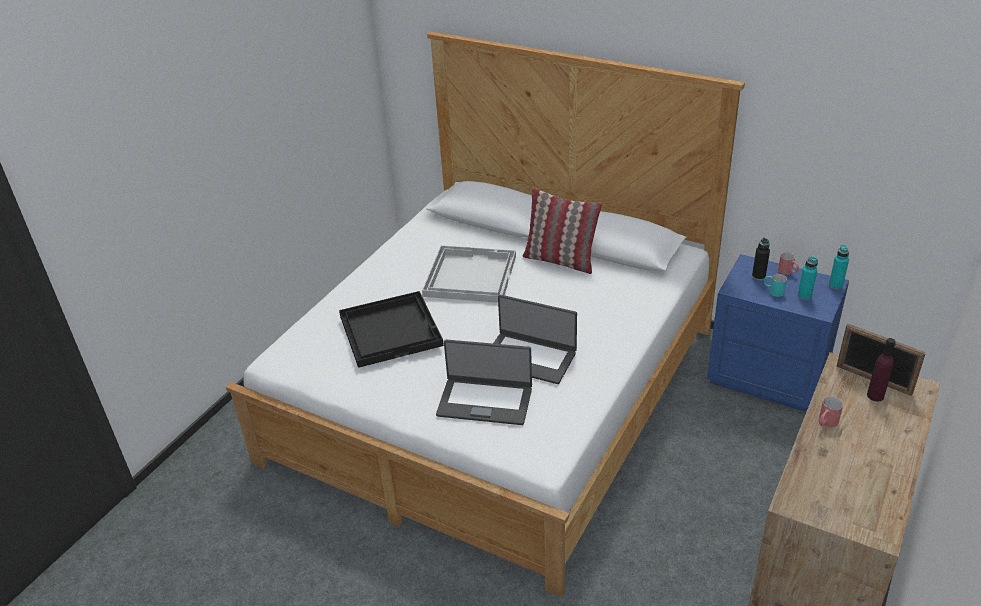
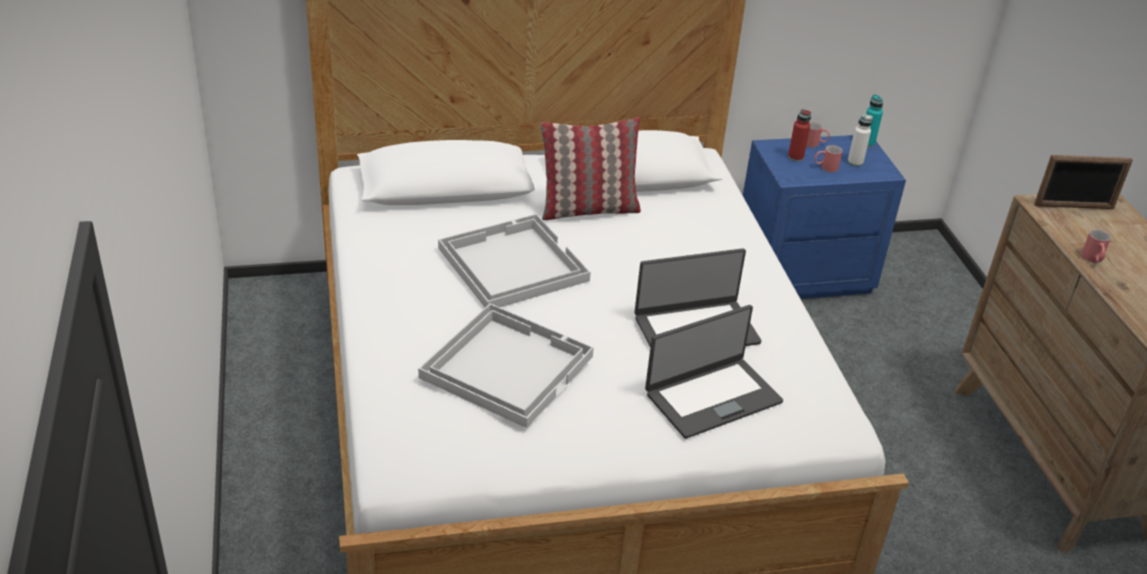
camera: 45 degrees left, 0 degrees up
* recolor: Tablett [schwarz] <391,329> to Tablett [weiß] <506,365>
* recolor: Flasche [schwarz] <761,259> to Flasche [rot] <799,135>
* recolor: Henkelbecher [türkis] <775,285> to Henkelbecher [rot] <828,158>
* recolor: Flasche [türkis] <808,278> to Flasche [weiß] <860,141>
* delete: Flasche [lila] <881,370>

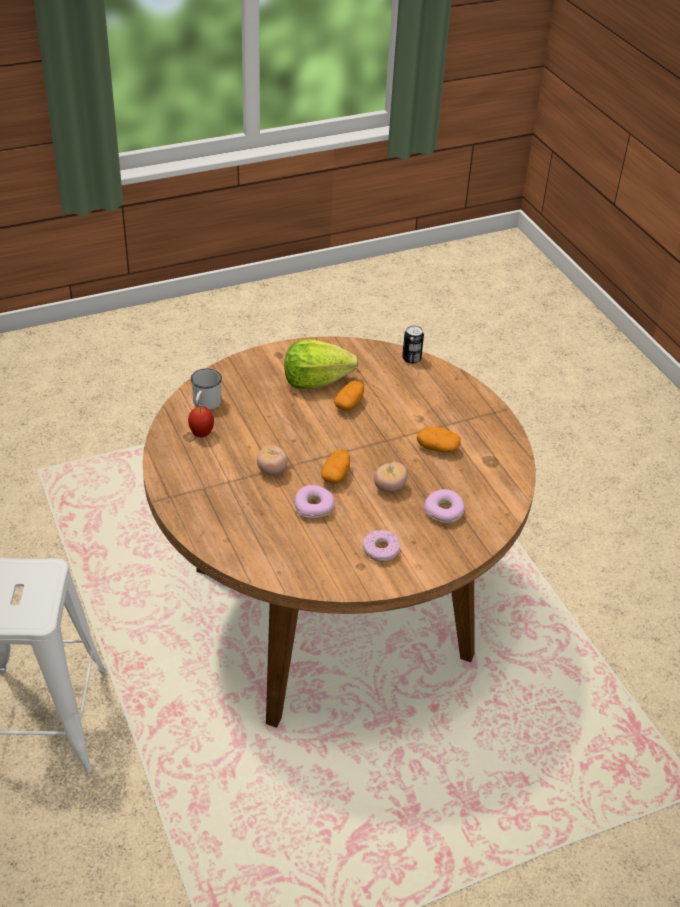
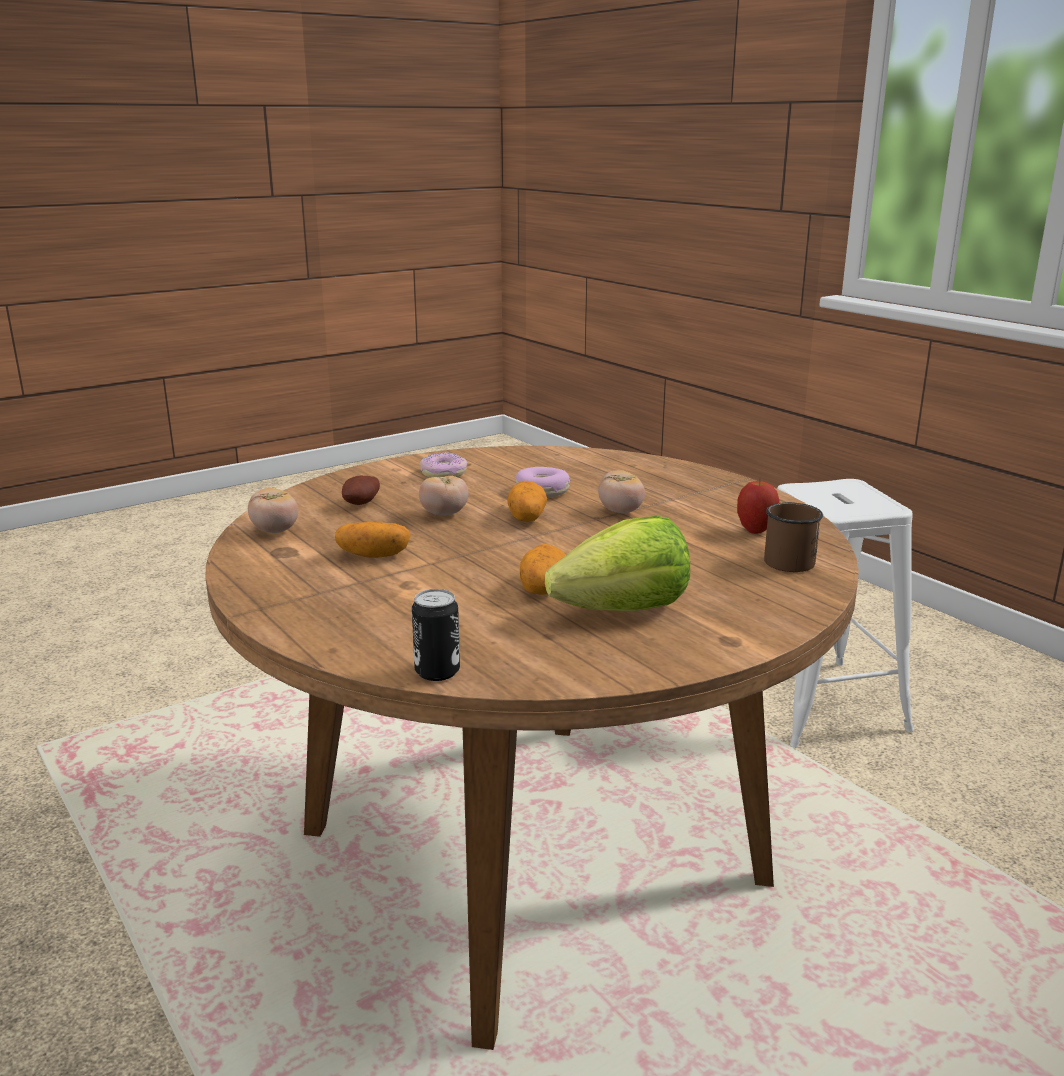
camera: 170 degrees right, 20 degrees down
* insert: Tomate <273,510>
* replace: Donut <444,506> to Kartoffel <361,490>
* recolor: Henkelbecher [weiß] <206,389> to Henkelbecher [braun] <793,537>

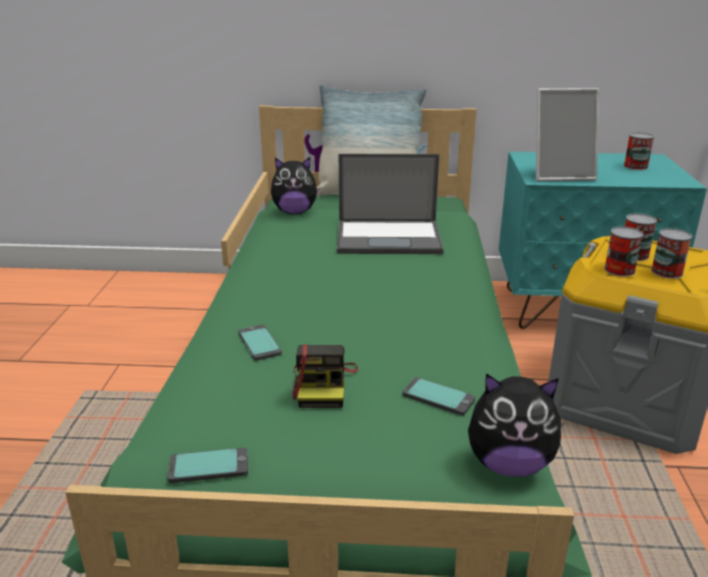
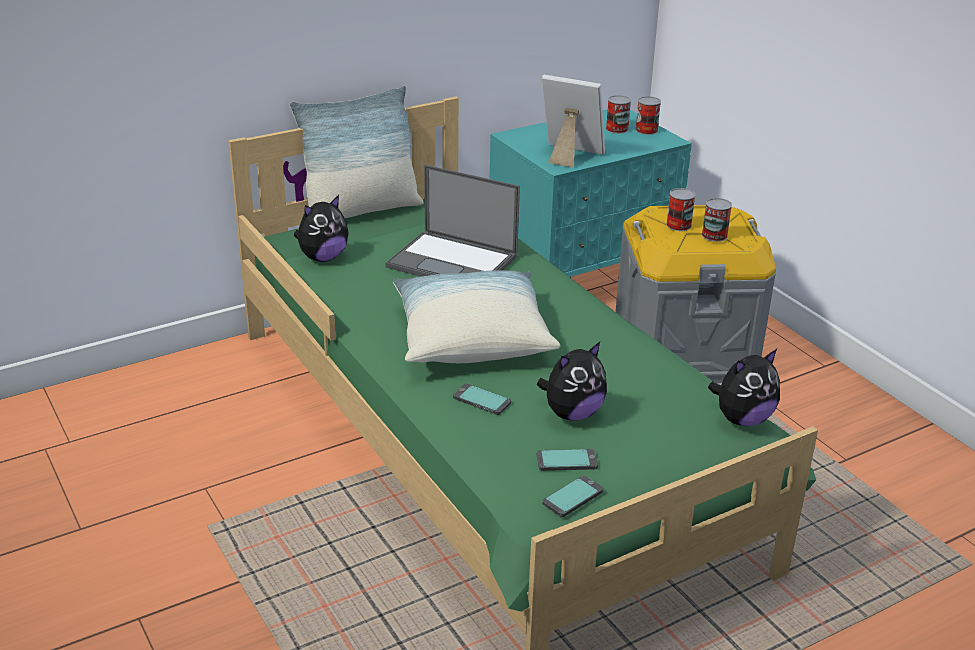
camera: 35 degrees left, 5 degrees up
* rotate: Laptop <390,204> = <452,221> 60 degrees clockwise
* insert: Kissen <476,316>
* replace: Kamera <325,376> to Plüschtier <572,381>
* move: Handy <438,396> to <567,460>
* rotate: Bilderrahmen <567,134> = <573,121> 120 degrees counterclockwise
* move: Dose <623,252> to <648,115>

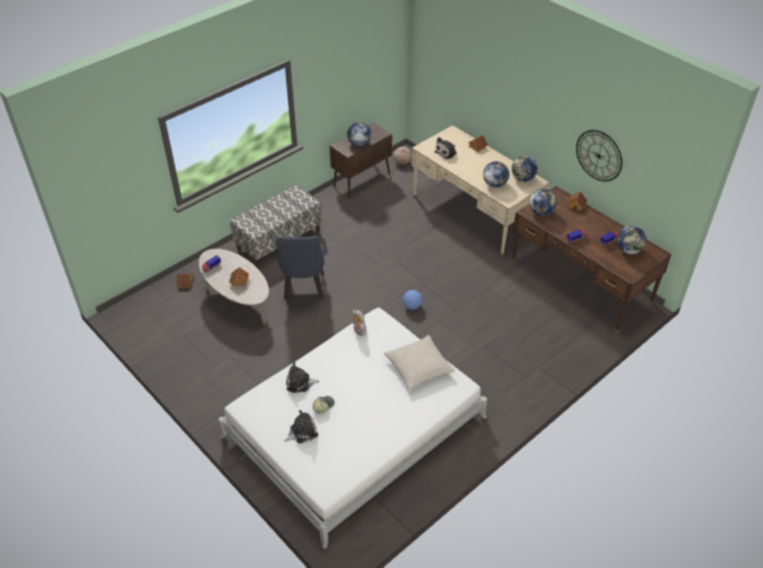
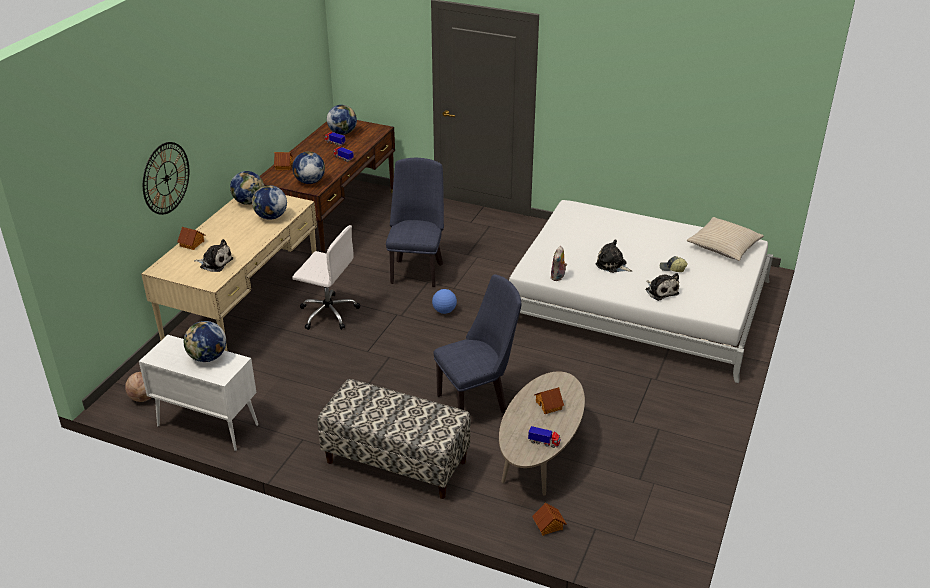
camera: 115 degrees left, 10 degrees down
* recolor: Schrank [braun] <360,160> to Schrank [weiß] <198,393>
* move: Wanduhr <599,156> to <166,178>
* insert: Bürostuhl [weiß] <326,277>
* insert: Stuhl [blau] <415,222>
* move: Plüschtier <301,426> to <614,256>
* move: Kissen [beige] <419,362> to <725,239>

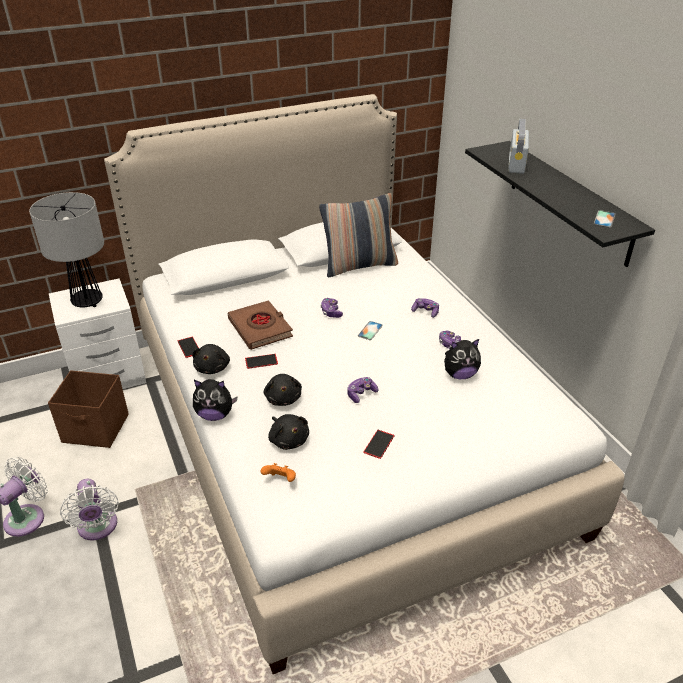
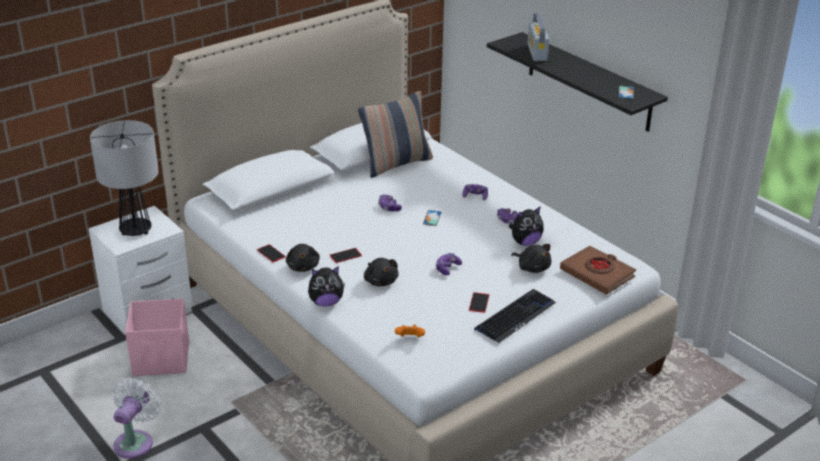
camera: 15 degrees left, 5 degrees down
* recolor: Aufbewahrungsbox [braun] <88,409> to Aufbewahrungsbox [rosa] <157,337>
* insert: Tastatur <515,316>
* move: Plüschtier [schwarz] <288,432> to <531,258>
* move: Buch [braun] <260,325> to <598,270>
* delete: Ventilator [weiß] <89,510>

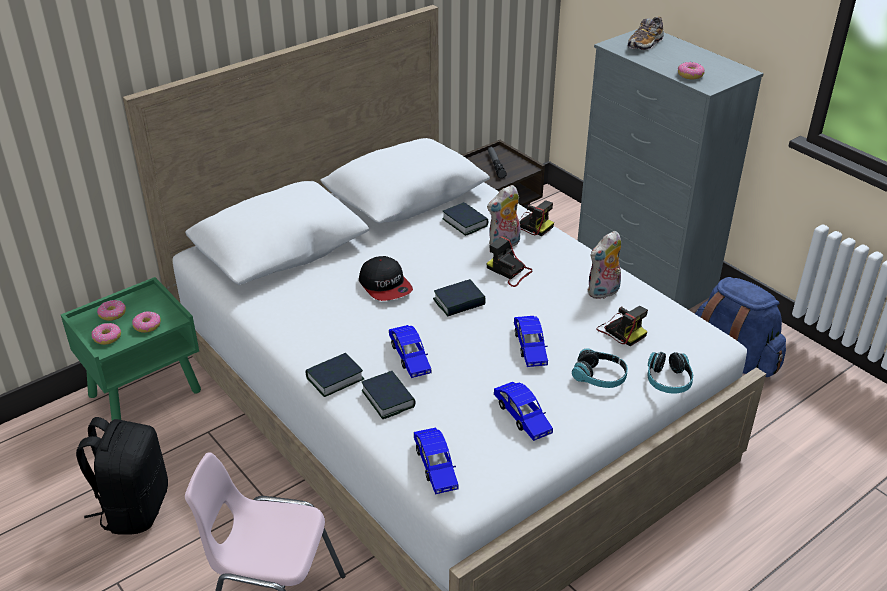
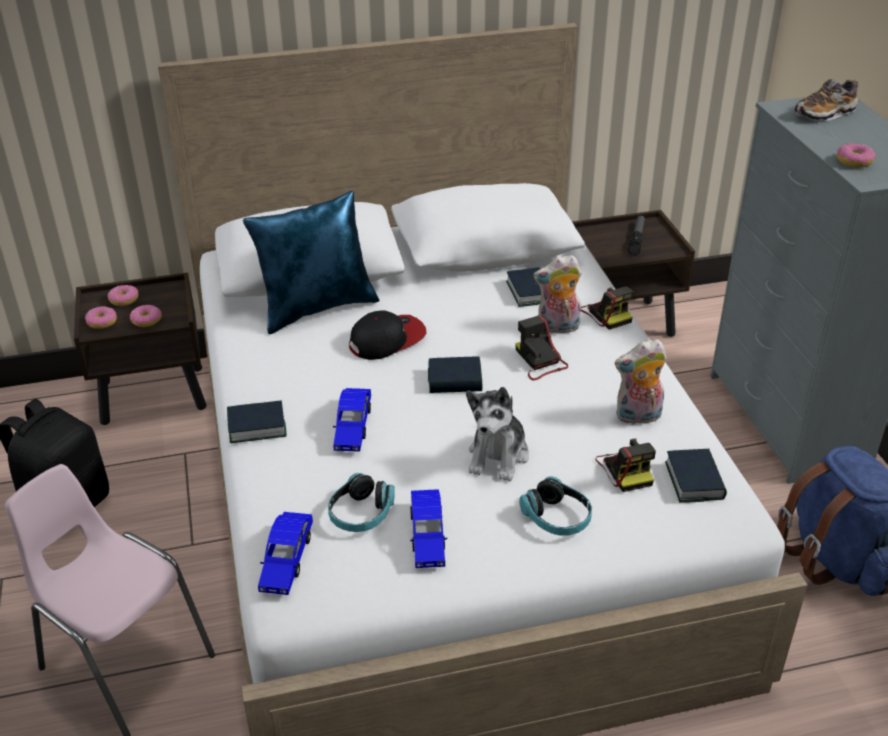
camera: 25 degrees right, 0 degrees up
* recolor: Nachttisch [grün] <131,348> to Nachttisch [braun] <140,349>
* insert: Kissen [blau] <311,262>
* move: Kopfhörer <670,373> to <361,502>
* rotate: Kappe <386,278> = <387,335> 120 degrees counterclockwise
* replace: Spielzeugauto [blau] <531,341> to Plüschtier <497,434>
* move: Buch <388,395> to <696,476>

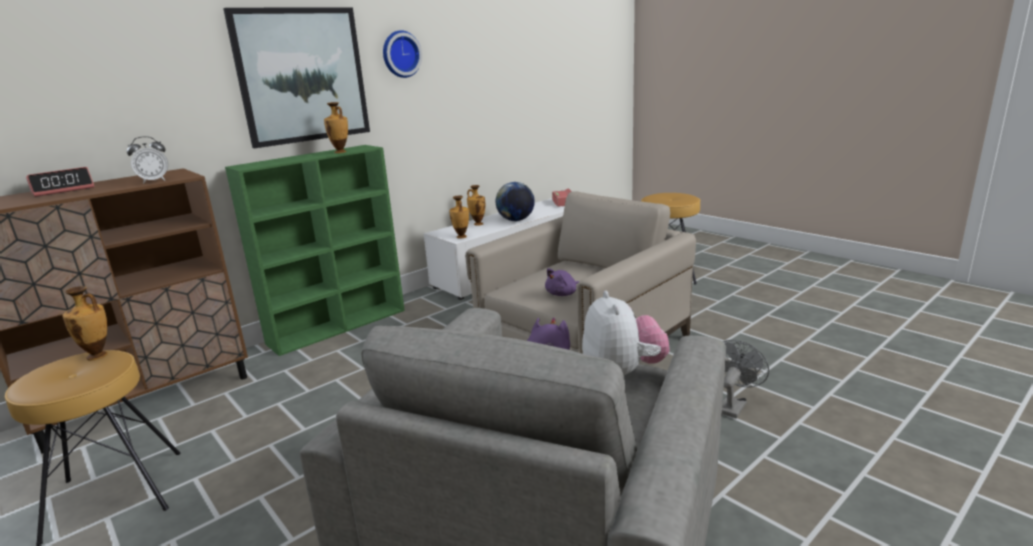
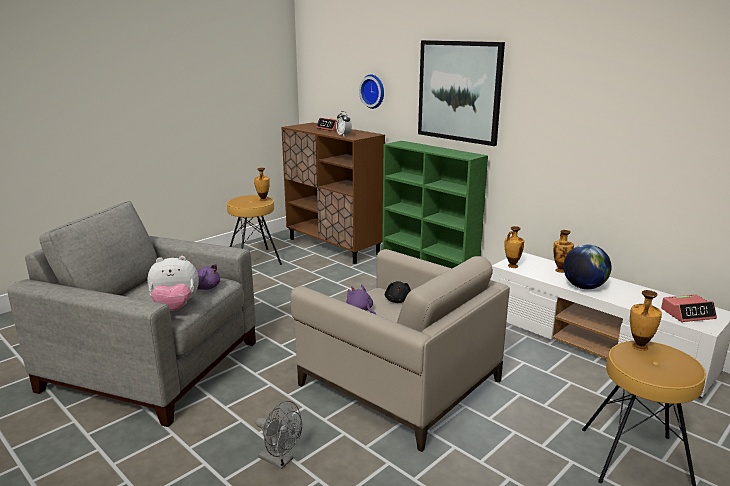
camera: 85 degrees right, 0 degrees up
* move: Wanduhr <402,54> to <371,92>
* insert: Plüschtier [schwarz] <398,292>
* move: Vase <336,127> to <646,320>

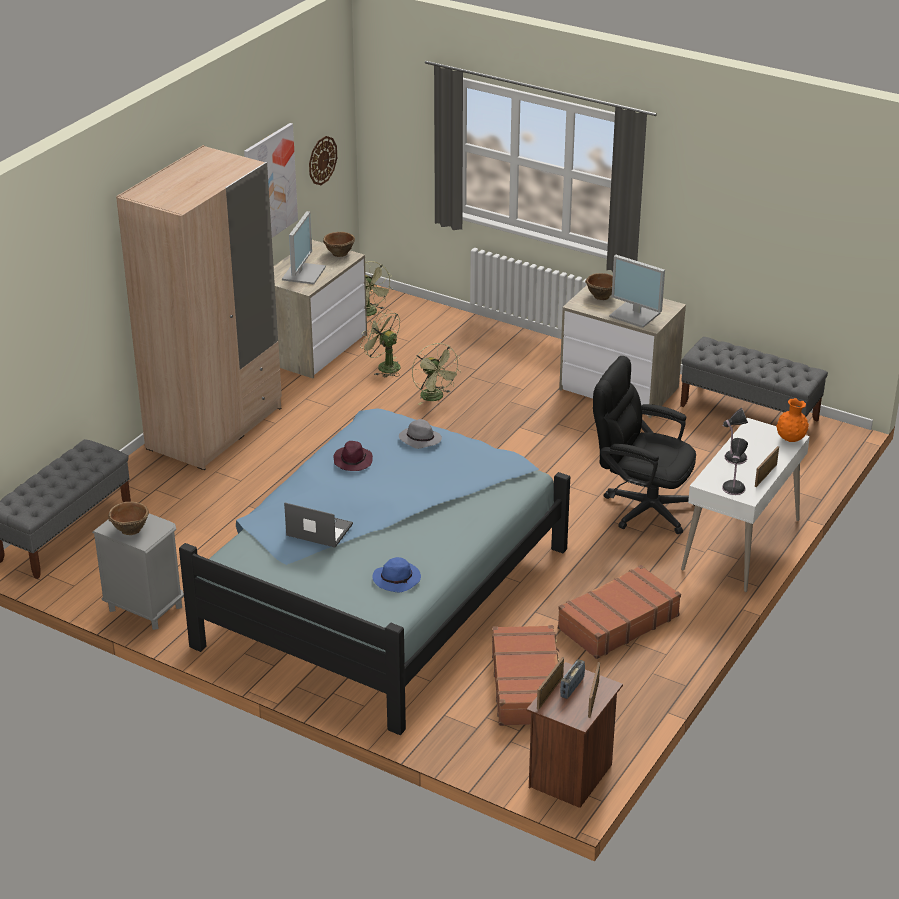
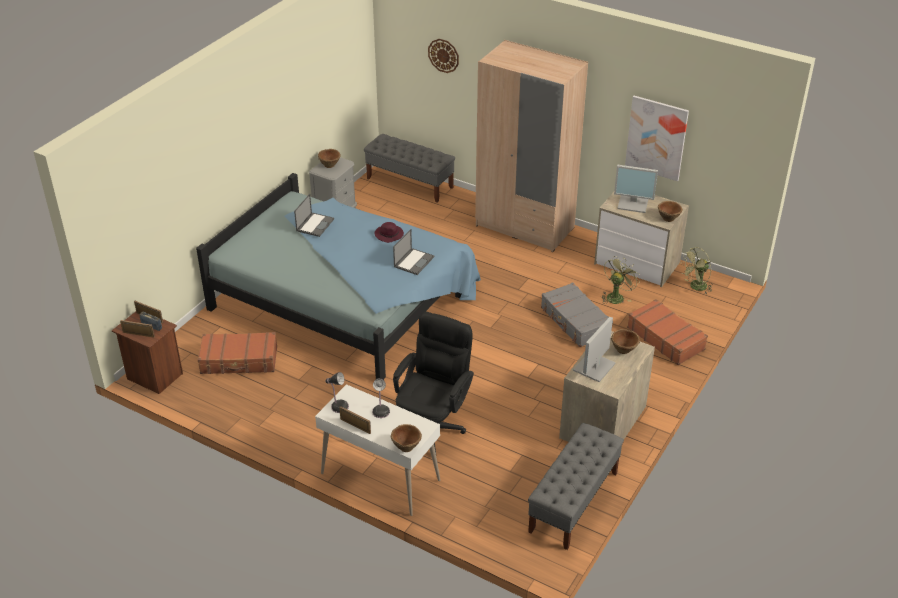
camera: 90 degrees right, 5 degrees up
* replace: Vase [orange] <792,420> to Schüssel [braun] <406,438>
* replace: Hut [grau] <420,434> to Laptop <413,252>
* move: Wanduhr <323,160> to <443,56>
* replace: Ventilator [grün] <436,374> to Koffer [grau] <577,314>
* move: Koffer [braun] <619,612> to <667,332>
* delete: Hut [blau] <396,574>

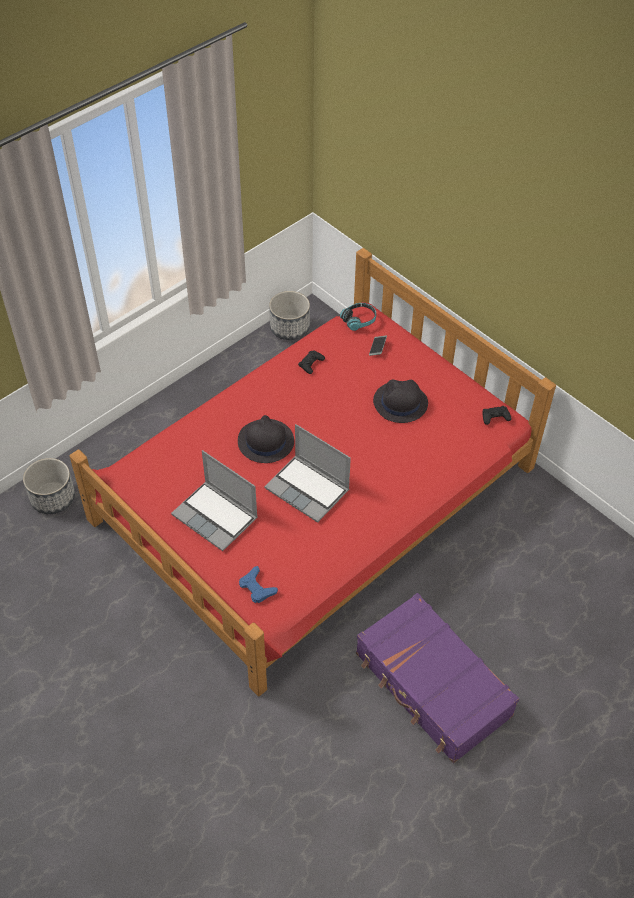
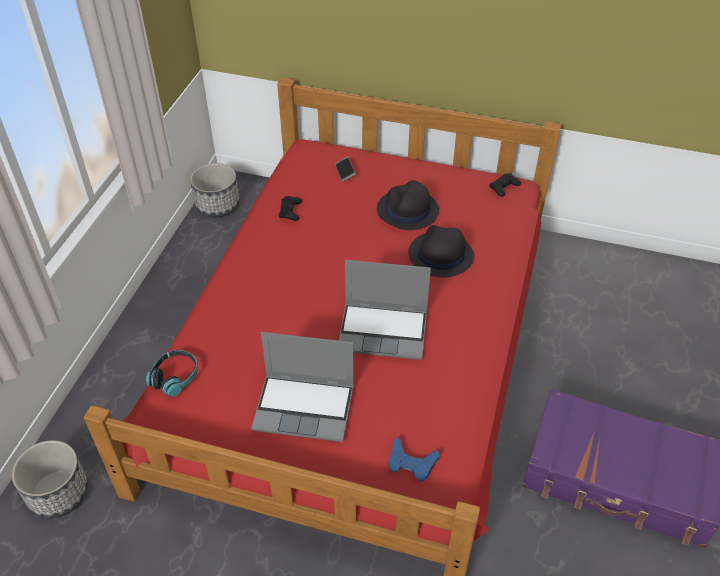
camera: 30 degrees left, 5 degrees down
* move: Kopfhörer <358,317> to <172,373>
* move: Hut [schwarz] <266,439> to <441,251>

